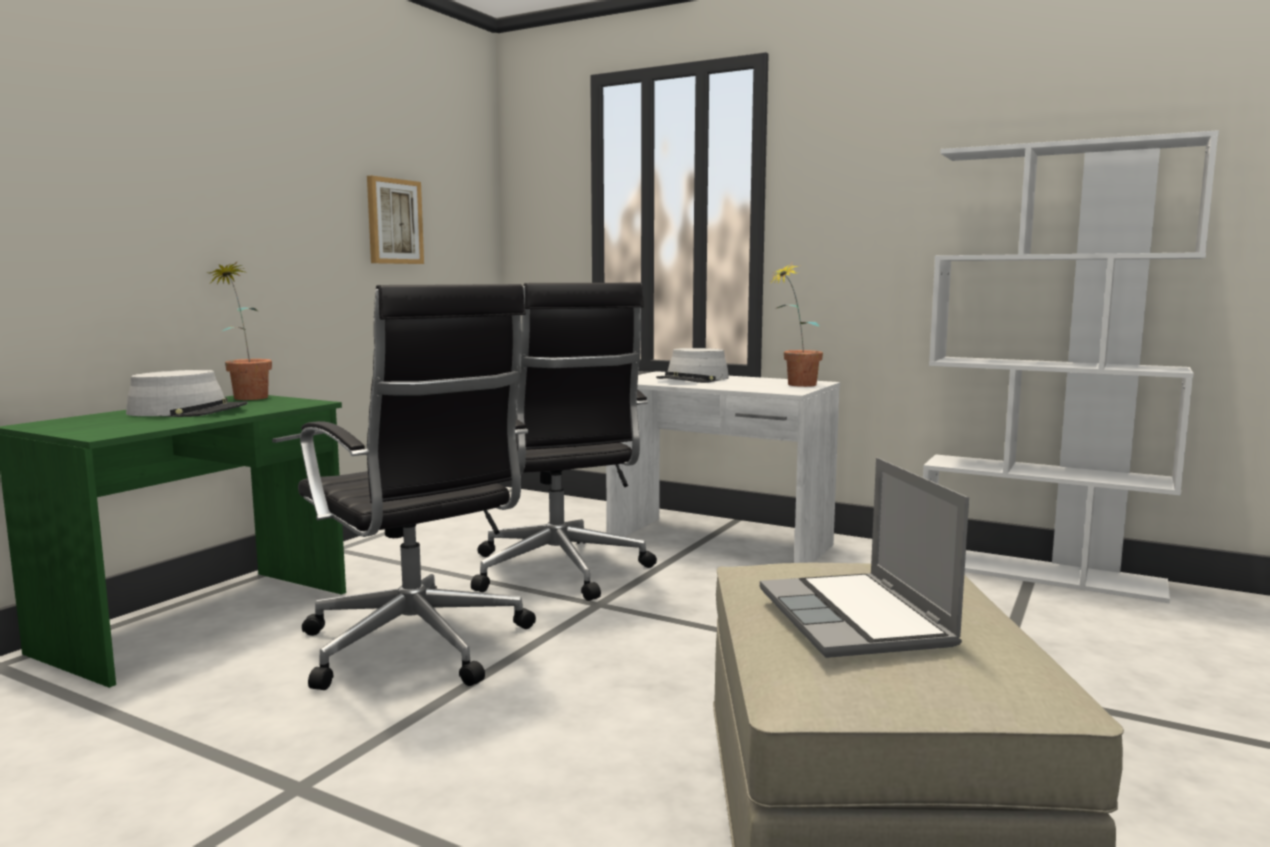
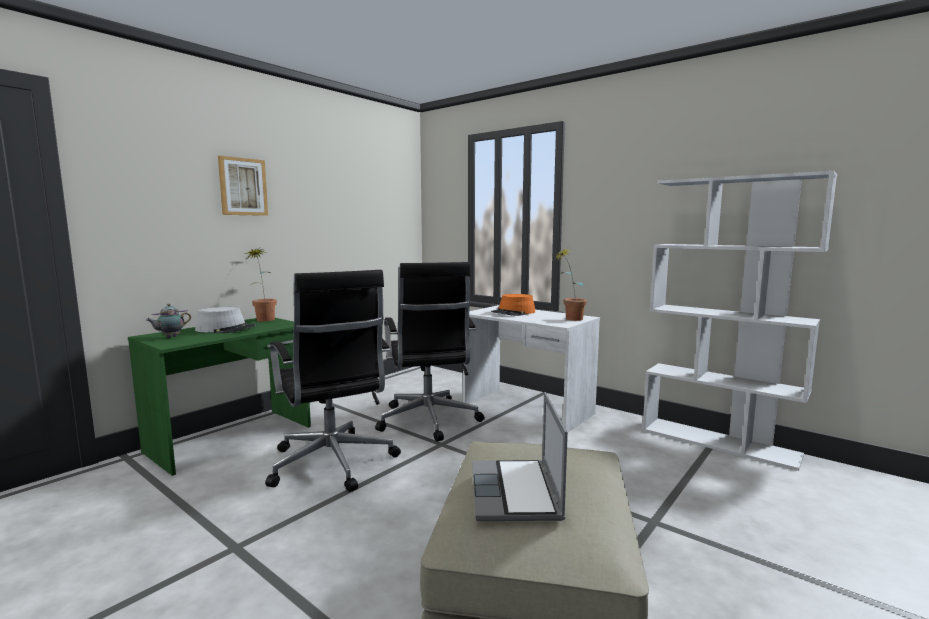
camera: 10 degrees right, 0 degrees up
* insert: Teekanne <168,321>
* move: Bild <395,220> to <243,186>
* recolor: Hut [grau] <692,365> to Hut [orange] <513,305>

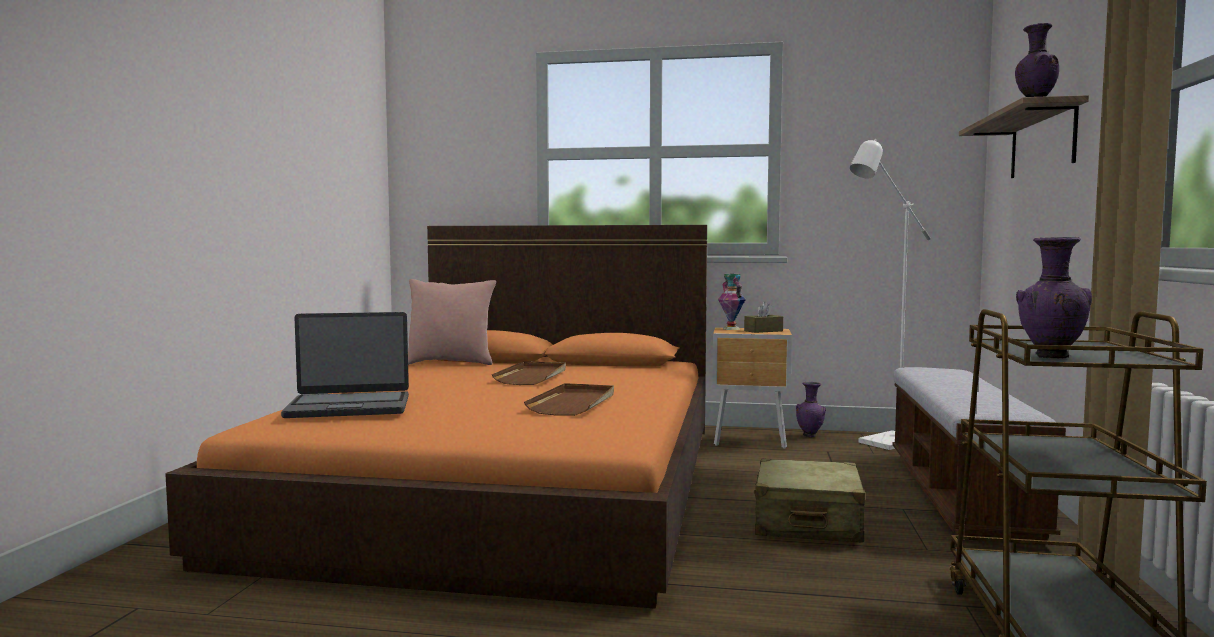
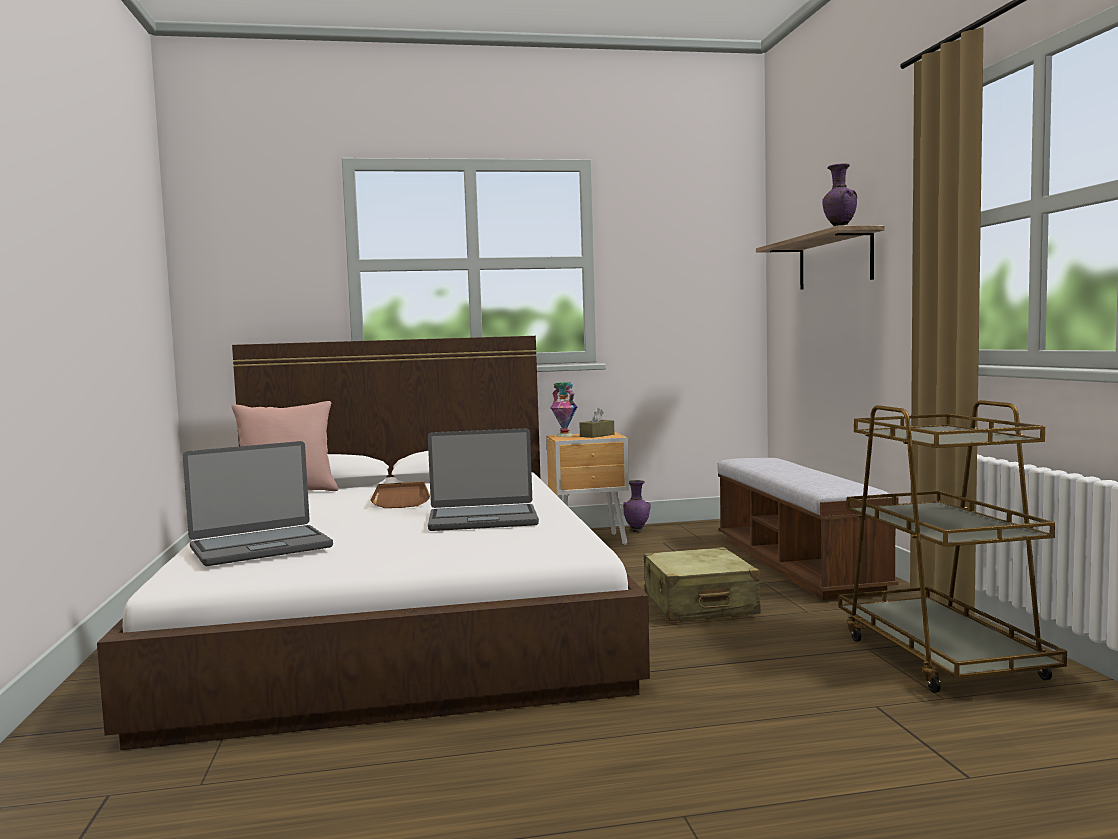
camera: 20 degrees left, 0 degrees up
* recolor: Bett [orange] <436,417> to Bett [weiß] <373,543>
* replace: Tablett [braun] <569,399> to Laptop <483,479>
* delete: Stehlampe [weiß] <890,294>
* delete: Vase [lila] <1054,298>

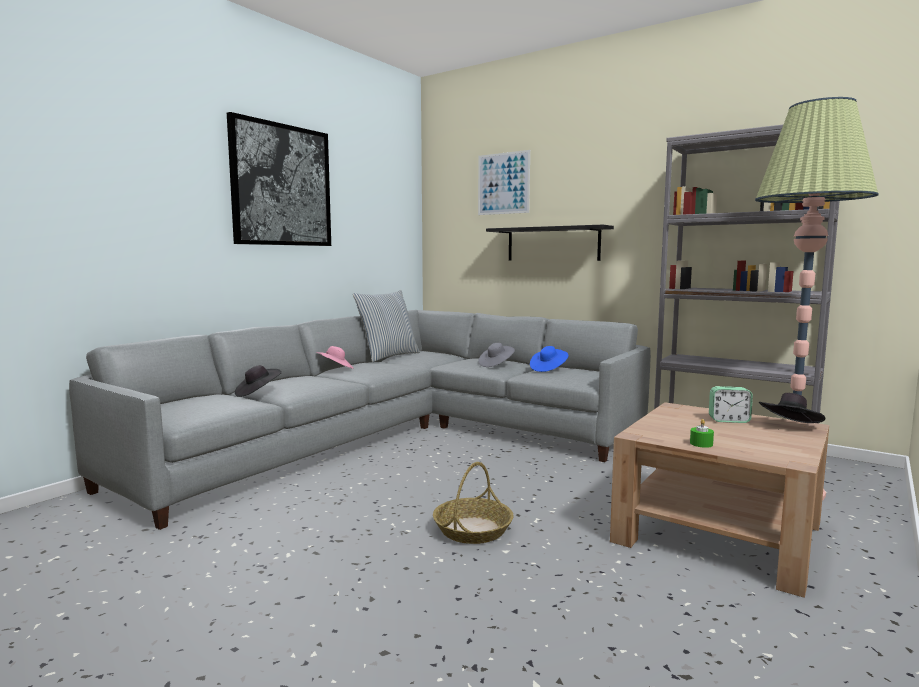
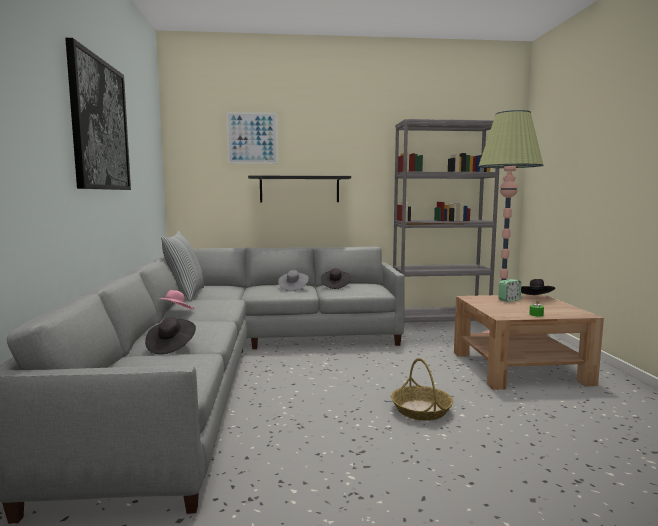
camera: 40 degrees left, 0 degrees up
* recolor: Hut [blau] <549,359> to Hut [schwarz] <336,278>

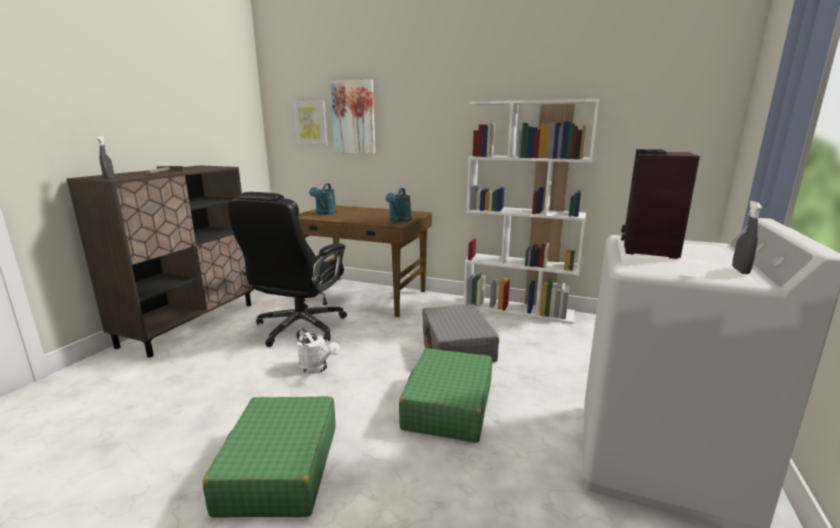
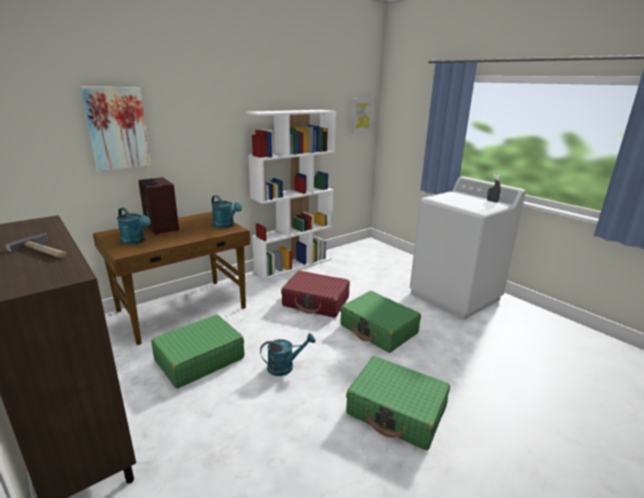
camera: 60 degrees left, 5 degrees up
* move: Radio <660,204> to <158,206>
* replace: Bürostuhl [schwarz] <287,269> to Koffer [grün] <197,351>
* recolor: Gießkanne [weiß] <318,351> to Gießkanne [türkis] <288,354>
* recolor: Koffer [grau] <460,333> to Koffer [rot] <315,294>
* move: Bild <309,123> to <362,116>
* delete: Sprühflasche [grau] <105,157>

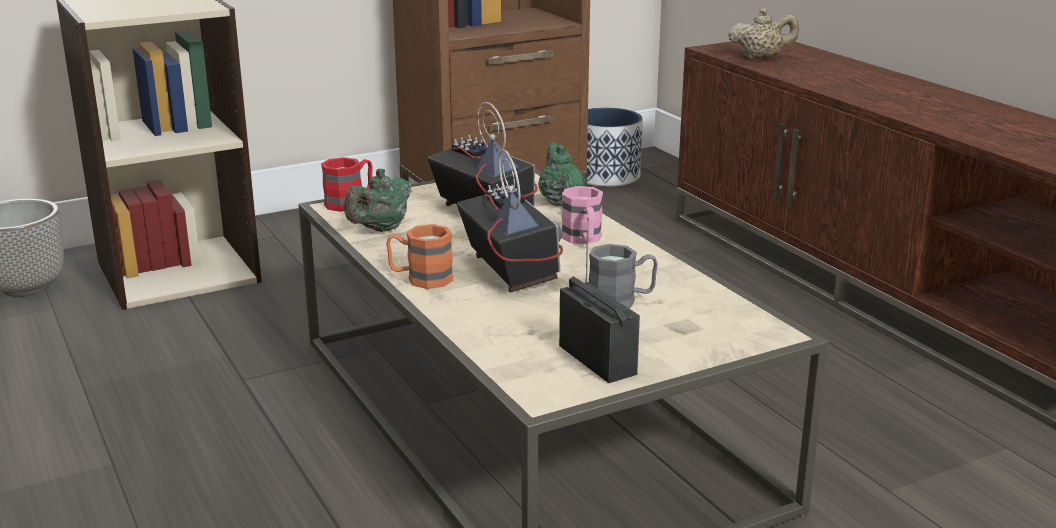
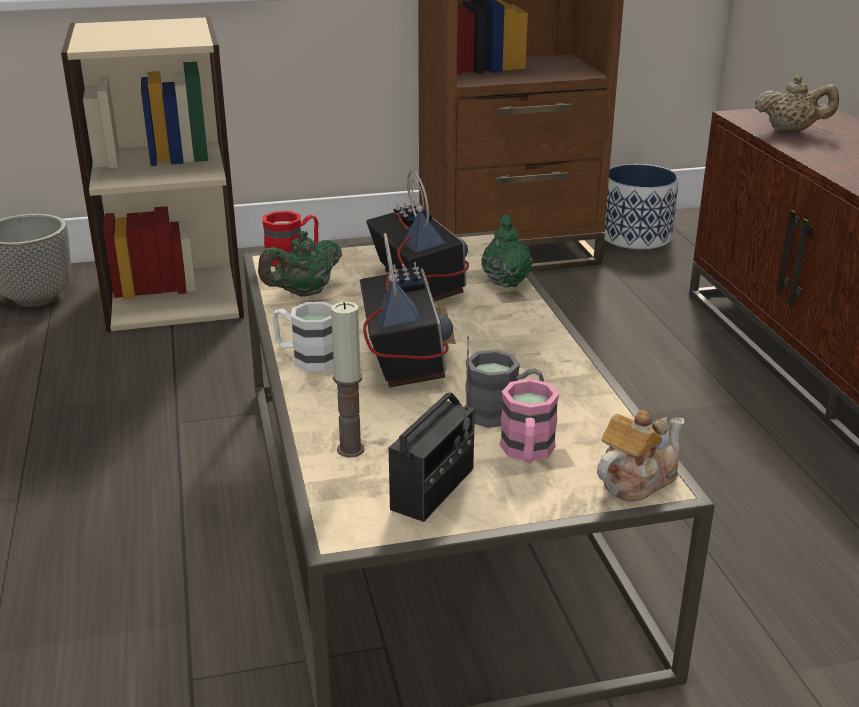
camera: 15 degrees right, 5 degrees up
* recolor: Henkelbecher [orange] <419,256> to Henkelbecher [weiß] <303,337>
* insert: Kerze <347,380>
* rotate: Radio <599,300> = <432,429> 45 degrees clockwise
* move: Henkelbecher [rosa] <582,215> to <529,421>
* insert: Teekanne <641,455>

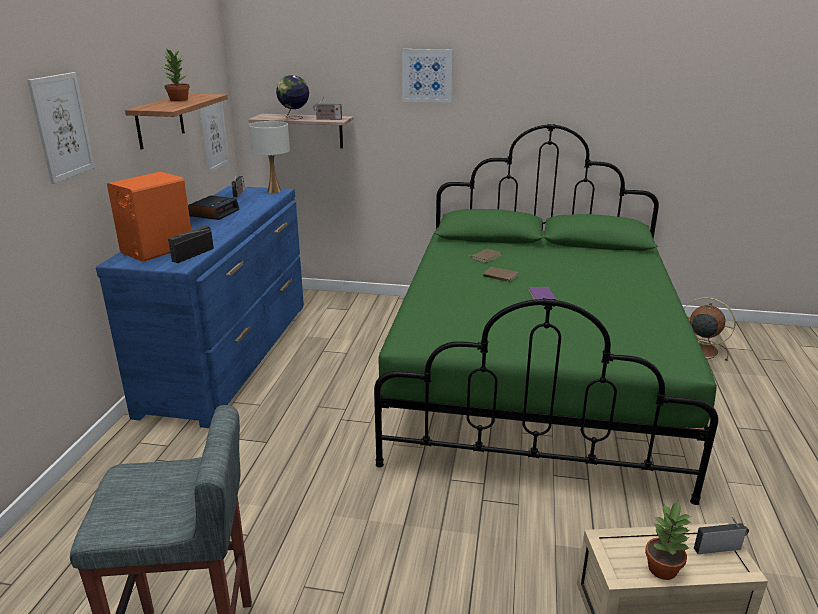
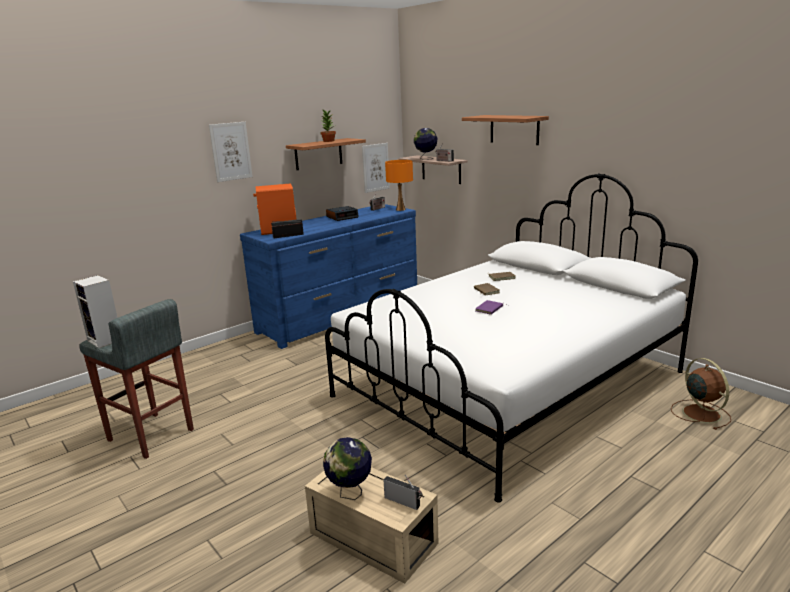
camera: 40 degrees right, 5 degrees down
* insert: Lautsprecher <95,311>
* replace: Topfpflanze <668,540> to Globus <347,468>
* recolor: Bett [grün] <546,314> to Bett [weiß] <511,338>
* recolor: Tischlampe [weiß] <269,157> to Tischlampe [orange] <399,185>
* replace: Bild <427,76> to Wandregal <505,130>

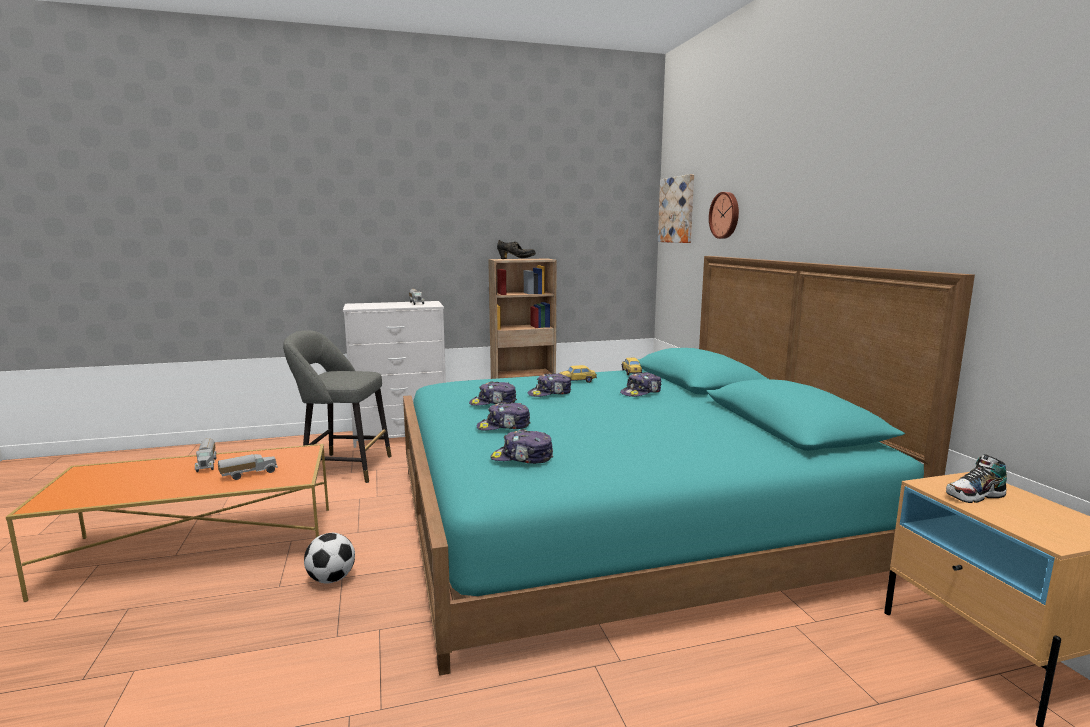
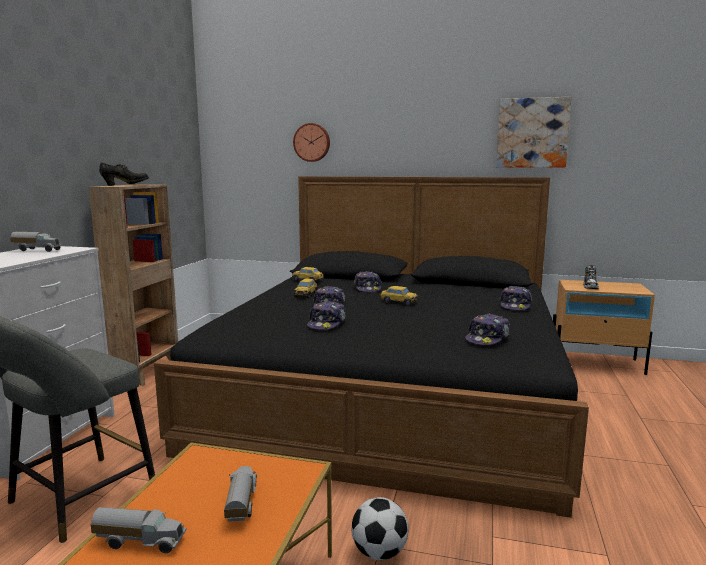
camera: 60 degrees left, 0 degrees up
* recolor: Bett [türkis] <689,466> to Bett [schwarz] <371,347>
* insert: Spielzeugauto <399,296>
* move: Bild <676,208> to <534,132>
* move: Kappe <504,416> to <516,298>

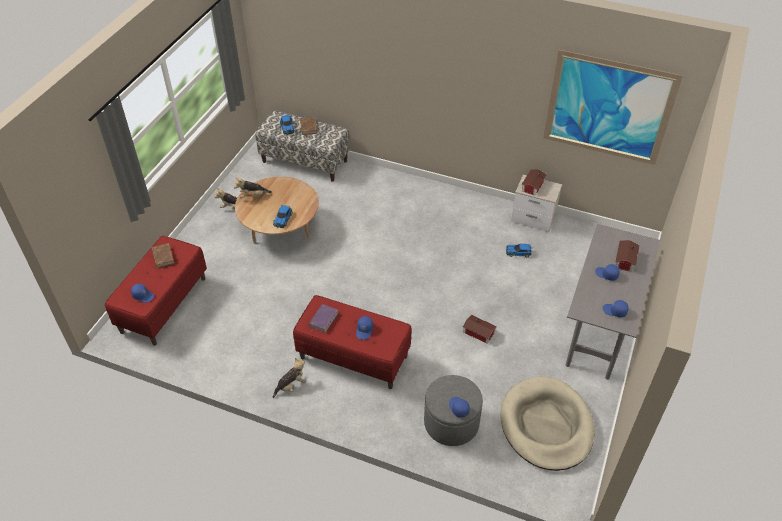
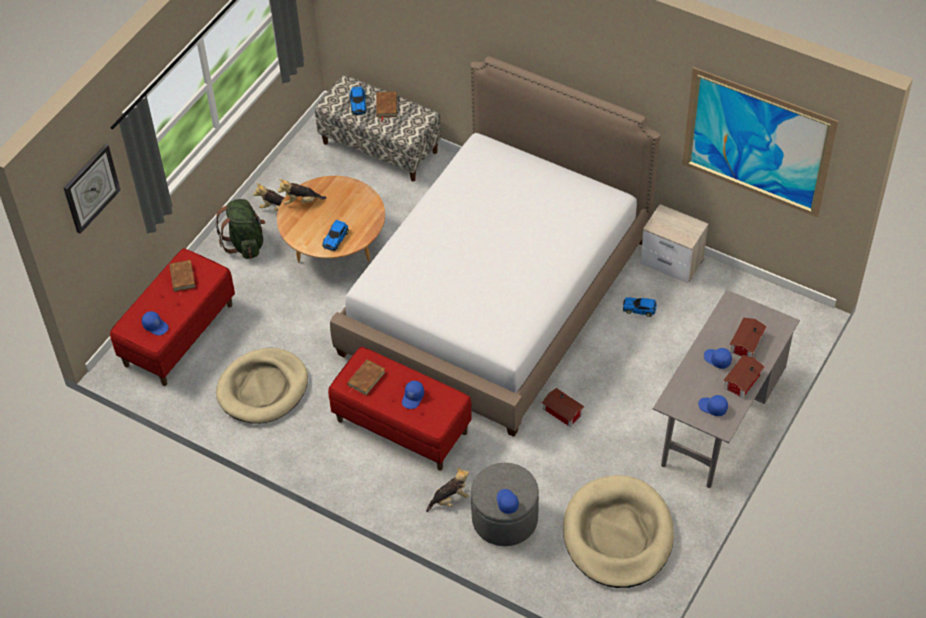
camera: 10 degrees right, 5 degrees up
* insert: Wanduhr <92,189>
* insert: Rucksack [grün] <240,229>
* insert: Hundebett [beige] <262,385>
* insert: Bett <495,246>
* recolor: Buch [lila] <323,318> to Buch [braun] <366,377>
* move: Plüschtier <290,378> to <447,489>
* move: Spielzeughaus <534,182> to <744,376>

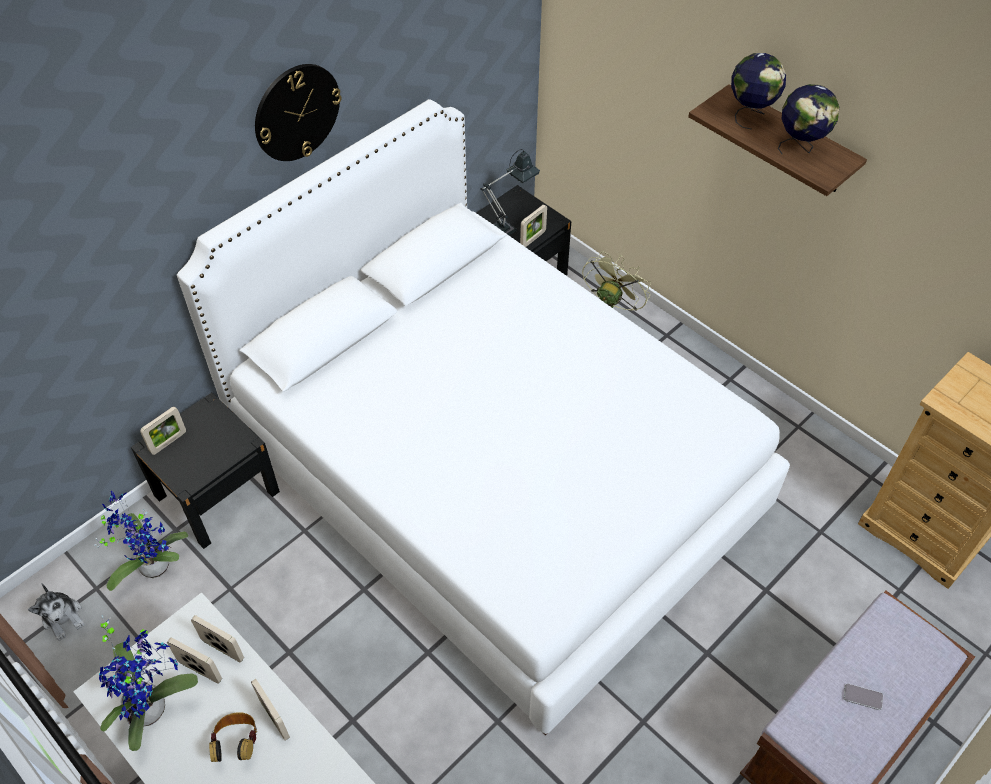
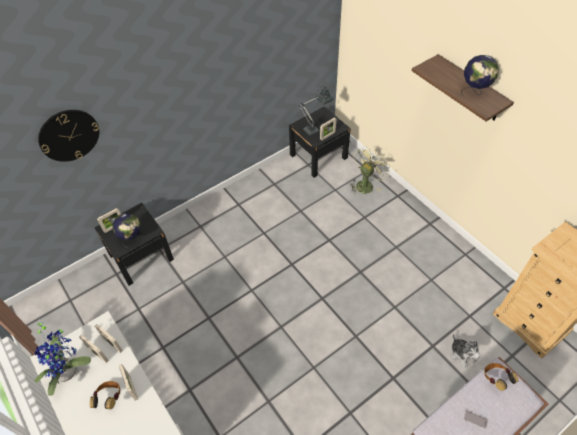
camera: 10 degrees right, 0 degrees up
* move: Wanduhr <298,112> to <68,136>
* move: Globus <758,91> to <126,230>
* move: Plüschtier <56,612> to <465,350>
* insert: Kopfhörer <501,377>
* delete: Topfpflanze <141,541>
* delete: Bett [weiß] <483,417>

